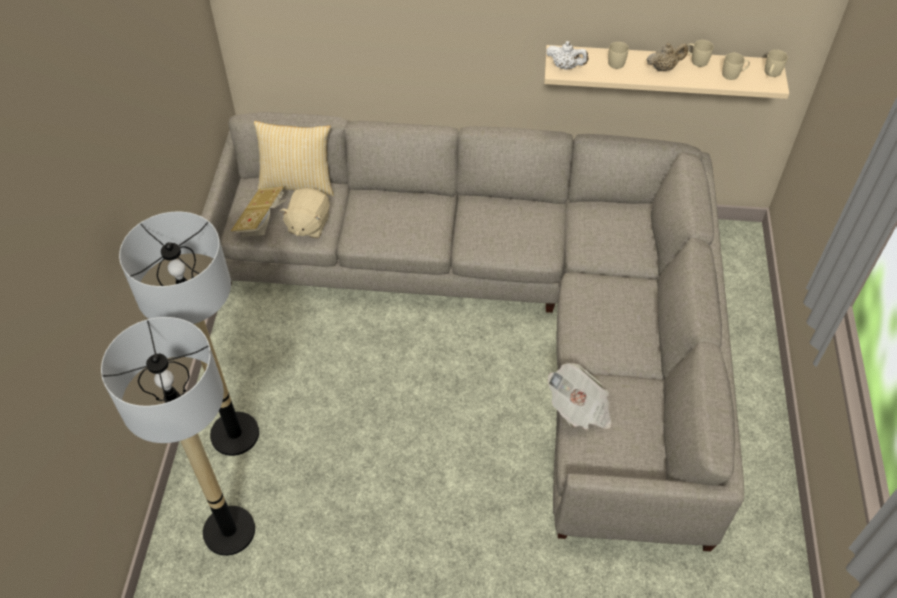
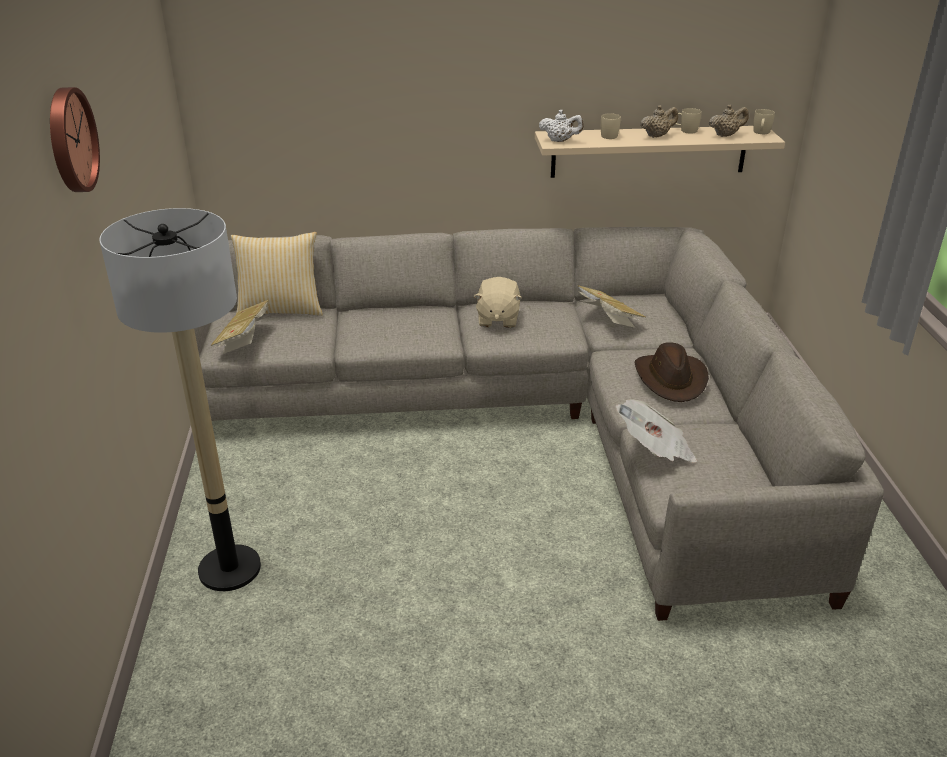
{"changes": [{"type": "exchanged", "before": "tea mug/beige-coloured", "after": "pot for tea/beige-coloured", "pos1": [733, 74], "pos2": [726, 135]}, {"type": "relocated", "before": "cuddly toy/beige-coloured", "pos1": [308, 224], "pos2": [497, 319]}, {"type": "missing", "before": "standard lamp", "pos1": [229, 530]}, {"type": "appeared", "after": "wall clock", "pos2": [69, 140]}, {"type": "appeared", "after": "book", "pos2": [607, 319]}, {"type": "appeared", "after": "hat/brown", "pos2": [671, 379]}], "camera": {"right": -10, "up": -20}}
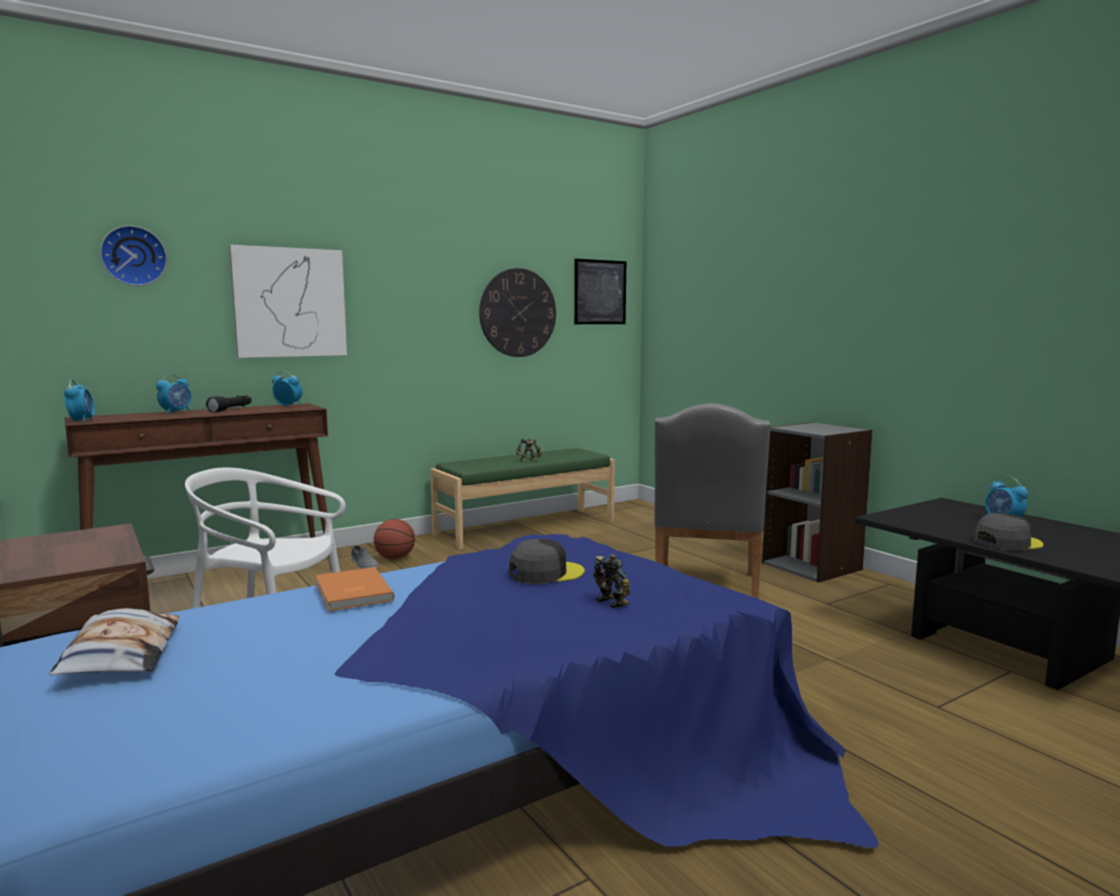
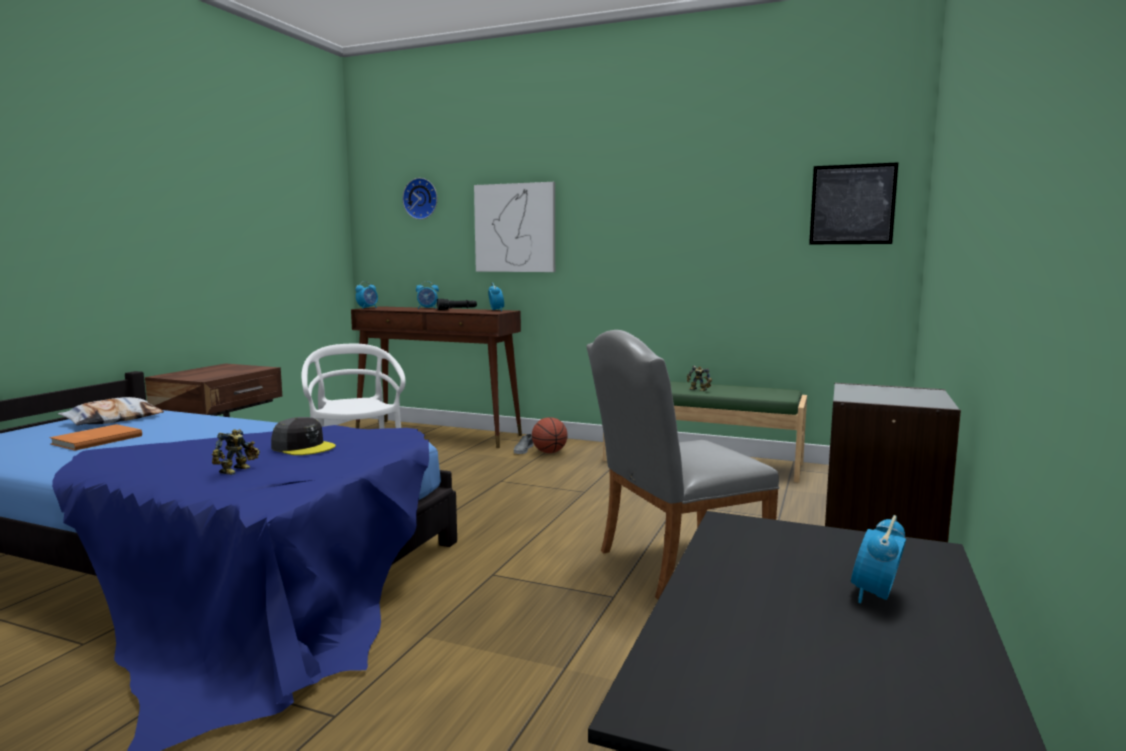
{"changes": [{"type": "missing", "before": "wall clock", "pos1": [518, 313]}, {"type": "missing", "before": "cap/grey", "pos1": [1007, 542]}, {"type": "relocated", "before": "book/orange-coloured", "pos1": [351, 592], "pos2": [95, 440]}], "camera": {"right": 55, "up": 0}}
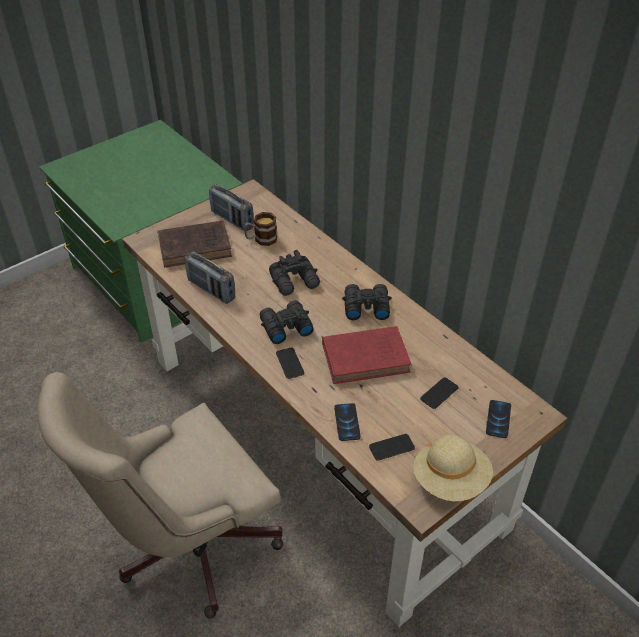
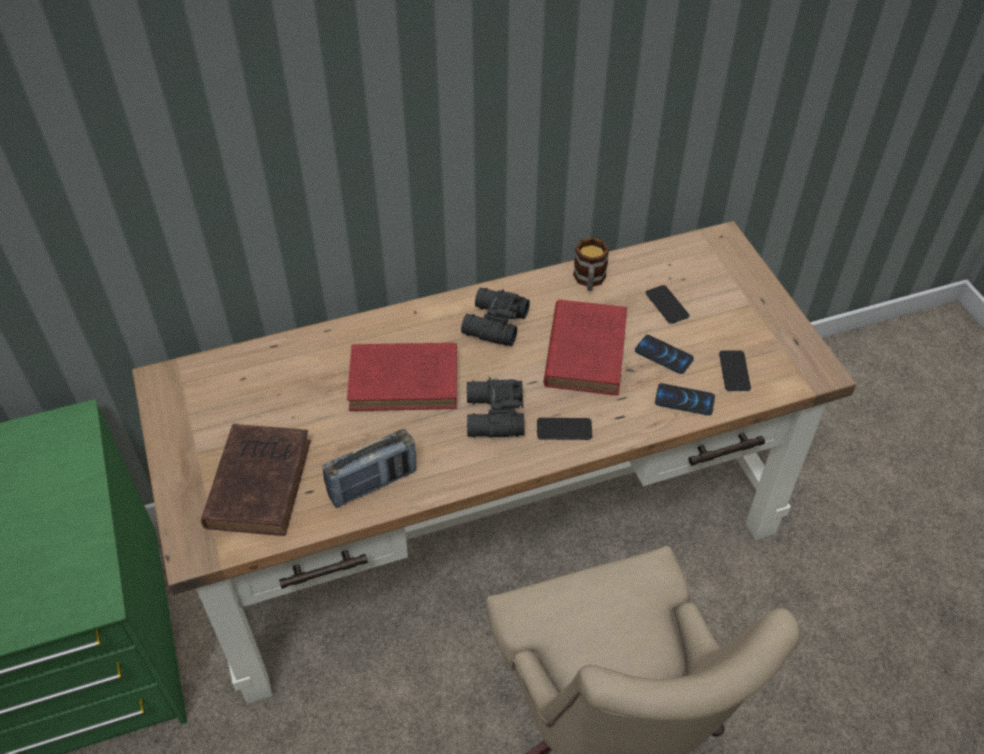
{"changes": [{"type": "missing", "before": "radio receiver", "pos1": [232, 220]}, {"type": "relocated", "before": "tea mug", "pos1": [261, 239], "pos2": [589, 281]}, {"type": "exchanged", "before": "field glasses/blackish", "after": "book/red-coloured", "pos1": [295, 281], "pos2": [407, 381]}, {"type": "relocated", "before": "telephone", "pos1": [498, 419], "pos2": [663, 355]}, {"type": "missing", "before": "hat/beige-coloured", "pos1": [450, 479]}], "camera": {"right": -70, "up": 5}}
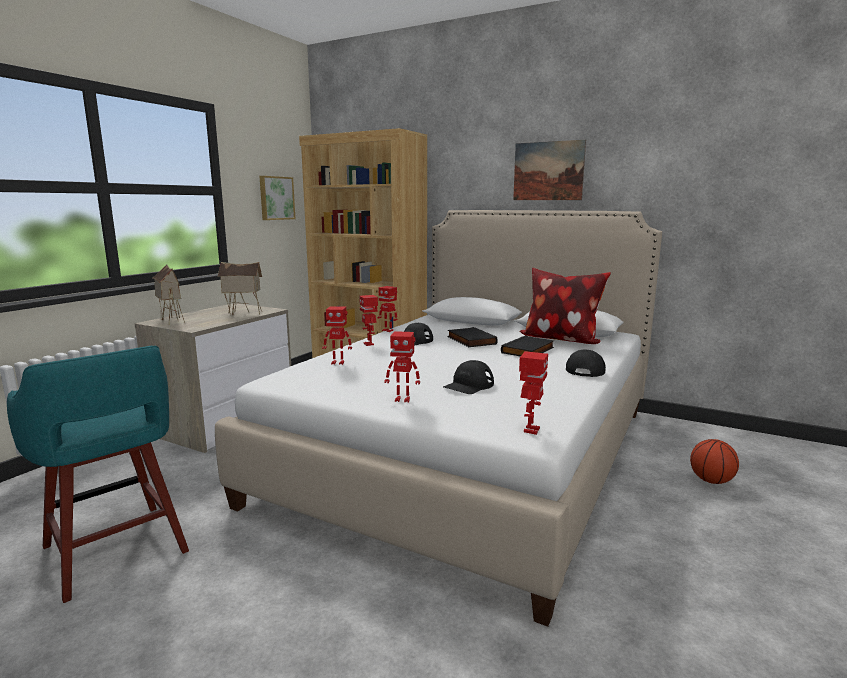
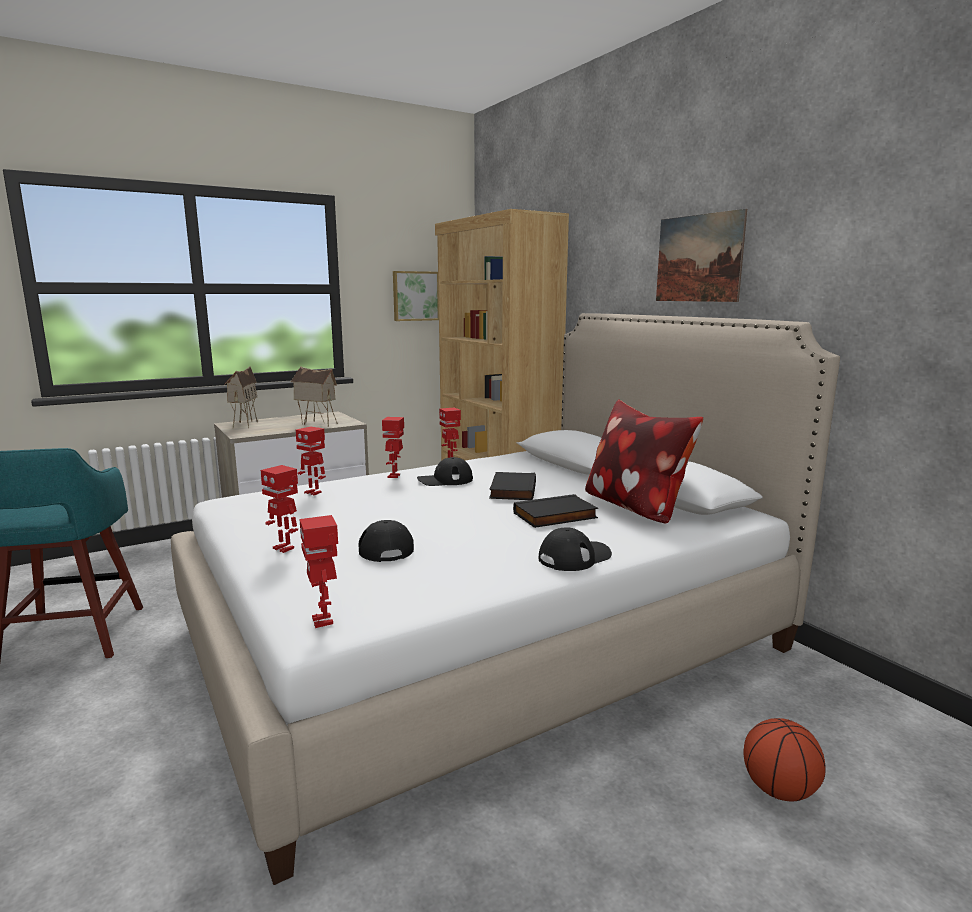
{"changes": [{"type": "spun", "before": "toy robot", "pos1": [530, 430], "pos2": [324, 621], "turn": 105}, {"type": "spun", "before": "cap/blackish", "pos1": [468, 385], "pos2": [384, 547], "turn": 90}], "camera": {"right": 30, "up": 0}}
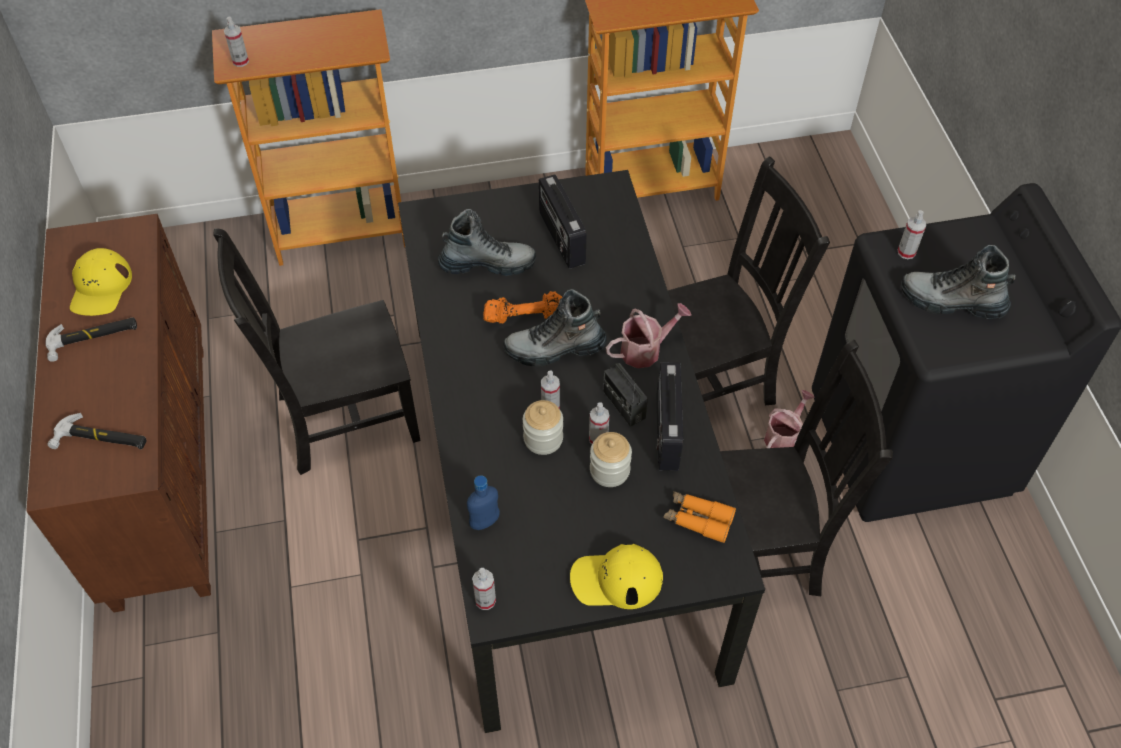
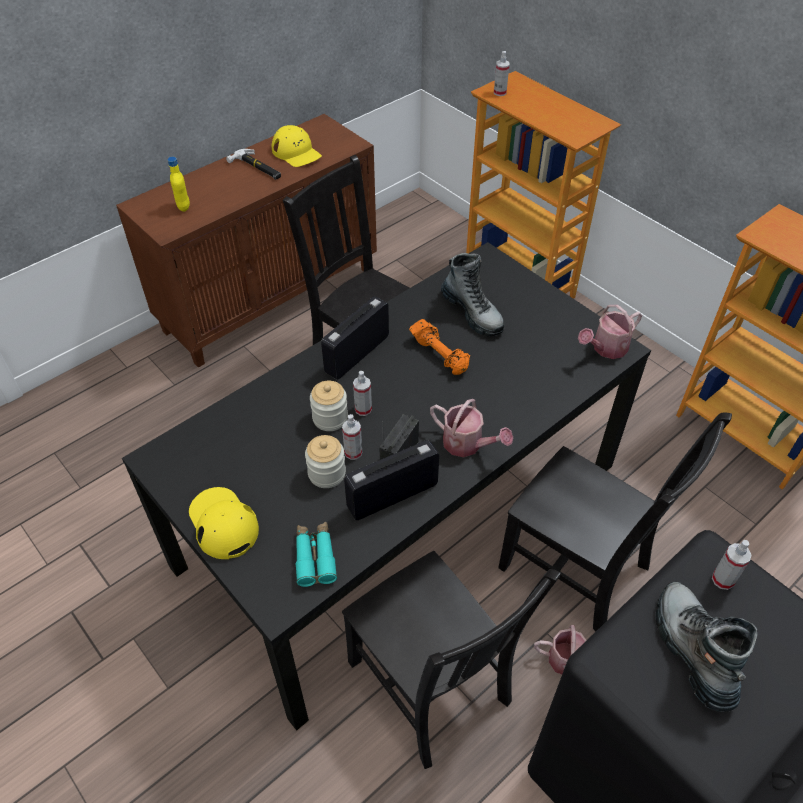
{"changes": [{"type": "relocated", "before": "radio receiver", "pos1": [561, 238], "pos2": [356, 354]}, {"type": "spun", "before": "cap/yellow", "pos1": [100, 288], "pos2": [296, 152], "turn": -105}, {"type": "missing", "before": "high-top boot", "pos1": [555, 349]}, {"type": "exchanged", "before": "tool hammer", "after": "bottle/yellow", "pos1": [101, 439], "pos2": [183, 207]}, {"type": "missing", "before": "bottle/blue-coloured", "pos1": [485, 522]}, {"type": "colour", "before": "field glasses/orange-coloured", "after": "field glasses/blue-green", "pos1": [698, 519], "pos2": [315, 557]}, {"type": "missing", "before": "sprayer", "pos1": [485, 600]}, {"type": "appeared", "after": "sprinkling can", "pos2": [606, 348]}], "camera": {"right": 60, "up": -5}}
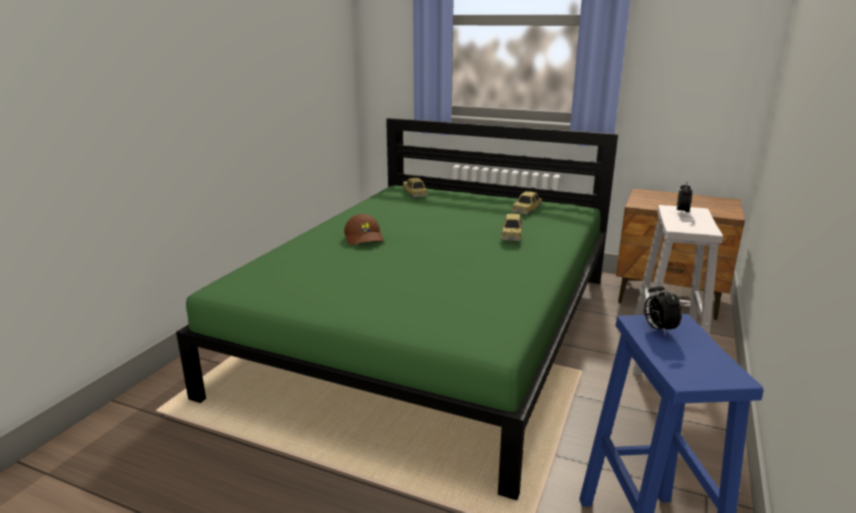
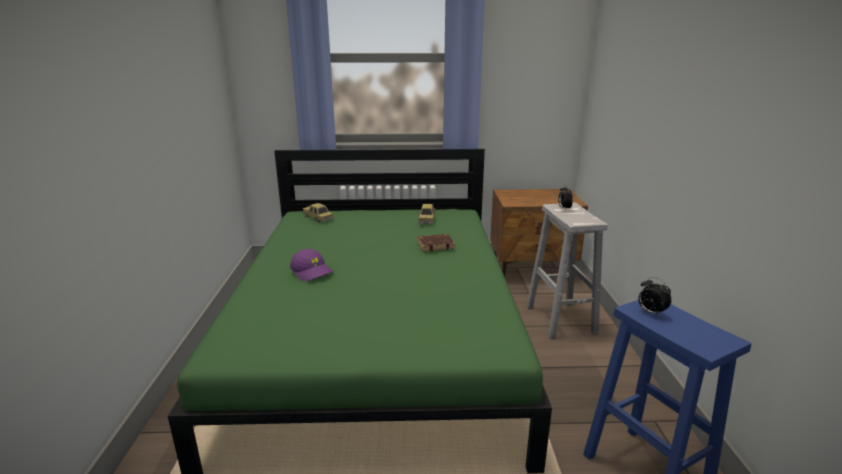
{"changes": [{"type": "colour", "before": "cap/brown", "after": "cap/purple", "pos1": [364, 238], "pos2": [312, 271]}, {"type": "exchanged", "before": "toy car", "after": "book/brown", "pos1": [512, 235], "pos2": [435, 245]}], "camera": {"right": -25, "up": 0}}
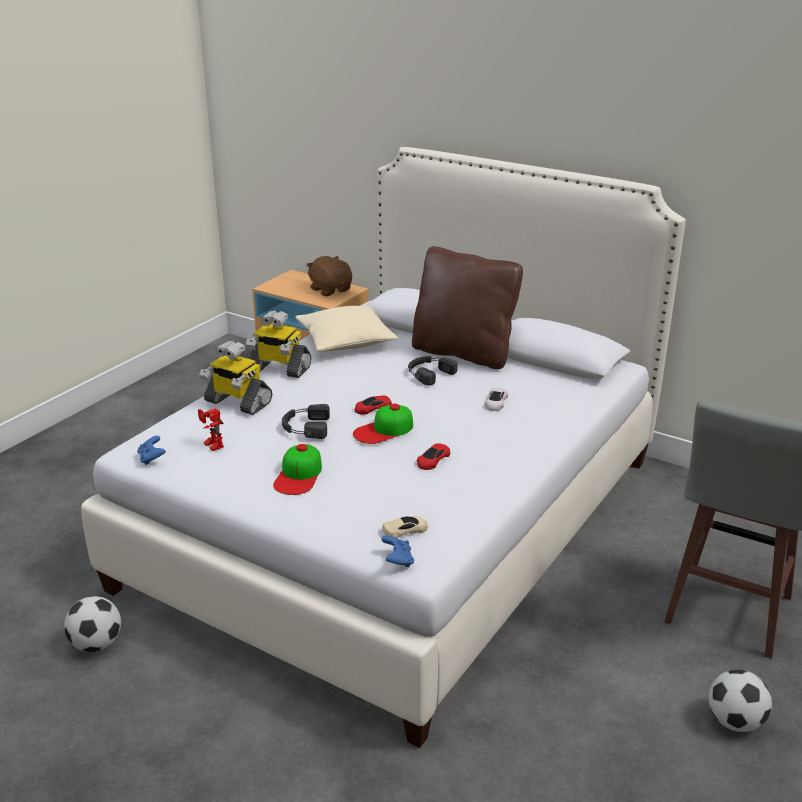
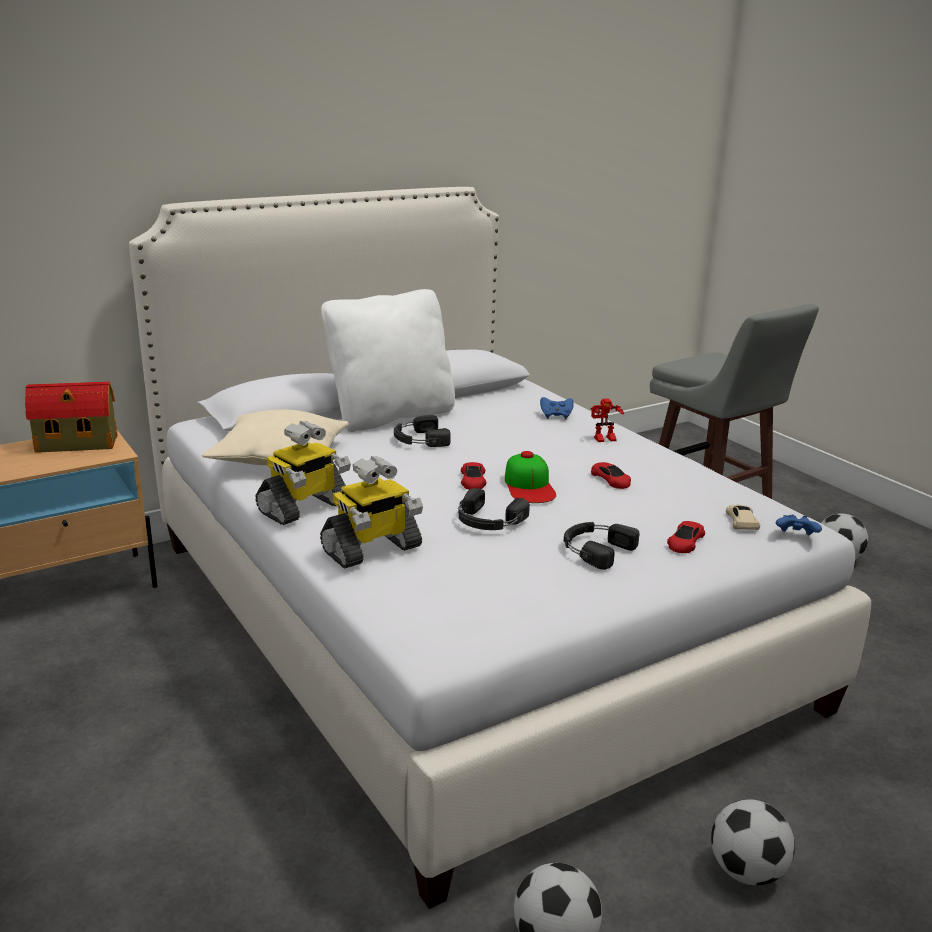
{"changes": [{"type": "colour", "before": "pillow/brown", "after": "pillow/whitish", "pos1": [463, 353], "pos2": [391, 415]}, {"type": "exchanged", "before": "cuddly toy/brown", "after": "miniature house", "pos1": [330, 290], "pos2": [78, 444]}, {"type": "missing", "before": "toy car/whitish", "pos1": [496, 402]}, {"type": "relocated", "before": "toy robot", "pos1": [210, 445], "pos2": [604, 440]}, {"type": "relocated", "before": "game controller/blue-coloured", "pos1": [152, 458], "pos2": [556, 416]}, {"type": "exchanged", "before": "cap", "after": "headphones/blackish", "pos1": [299, 475], "pos2": [595, 549]}, {"type": "appeared", "after": "toy car/red-coloured", "pos2": [685, 541]}, {"type": "appeared", "after": "ball for football", "pos2": [746, 871]}], "camera": {"right": -65, "up": -5}}
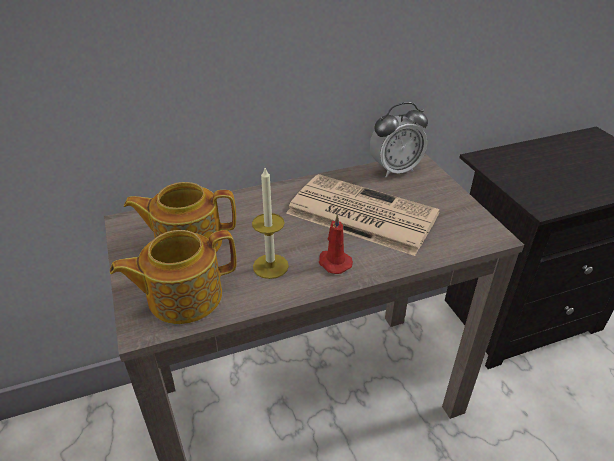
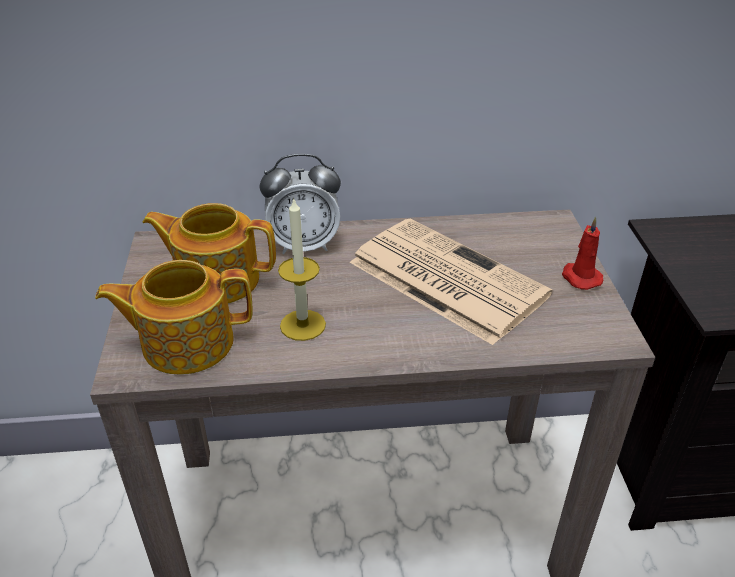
{"changes": [{"type": "relocated", "before": "alarm clock", "pos1": [395, 170], "pos2": [304, 245]}, {"type": "relocated", "before": "wax light/red-coloured", "pos1": [333, 262], "pos2": [580, 277]}], "camera": {"right": 15, "up": 0}}
